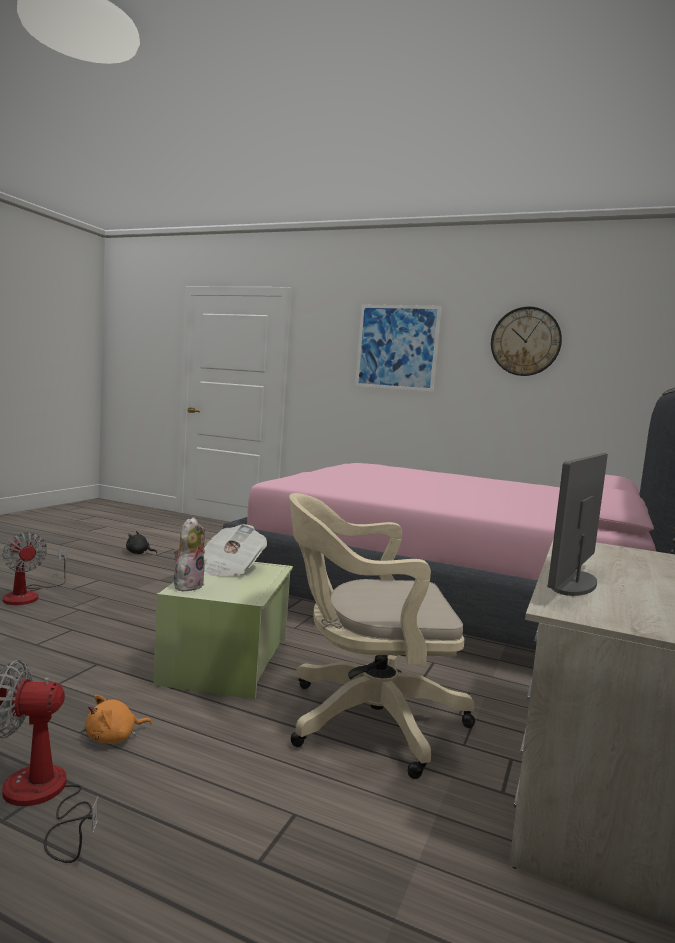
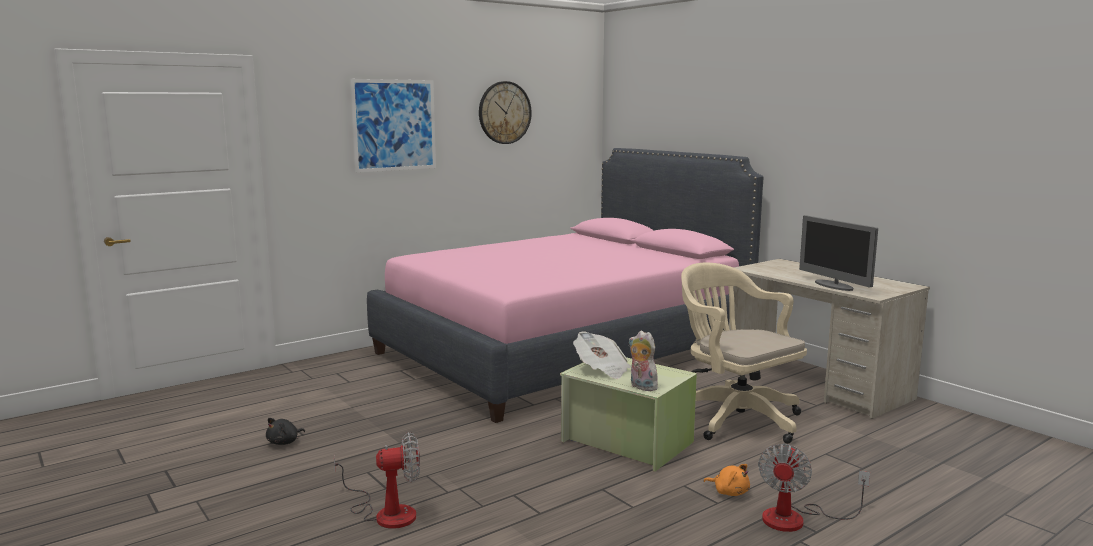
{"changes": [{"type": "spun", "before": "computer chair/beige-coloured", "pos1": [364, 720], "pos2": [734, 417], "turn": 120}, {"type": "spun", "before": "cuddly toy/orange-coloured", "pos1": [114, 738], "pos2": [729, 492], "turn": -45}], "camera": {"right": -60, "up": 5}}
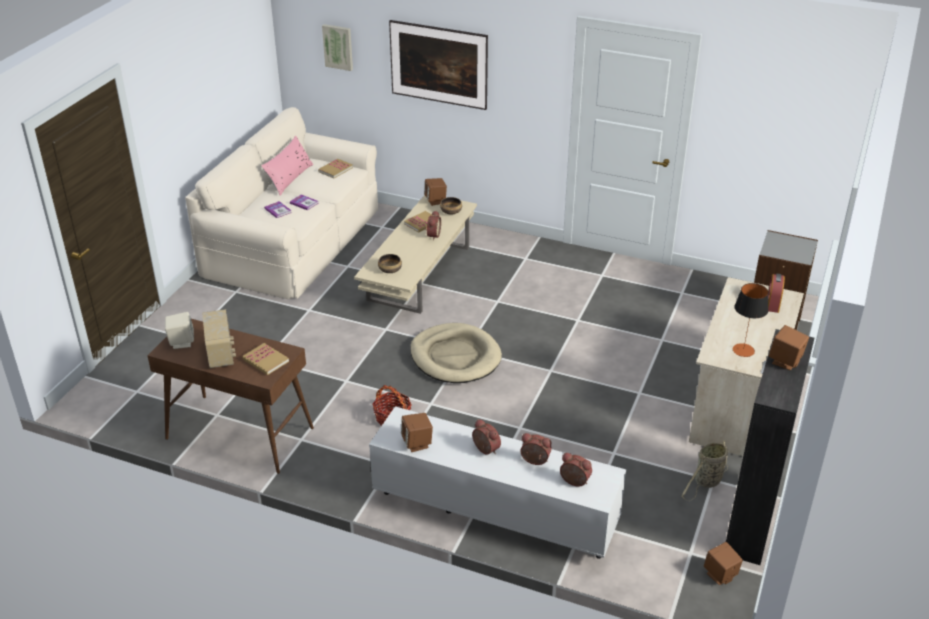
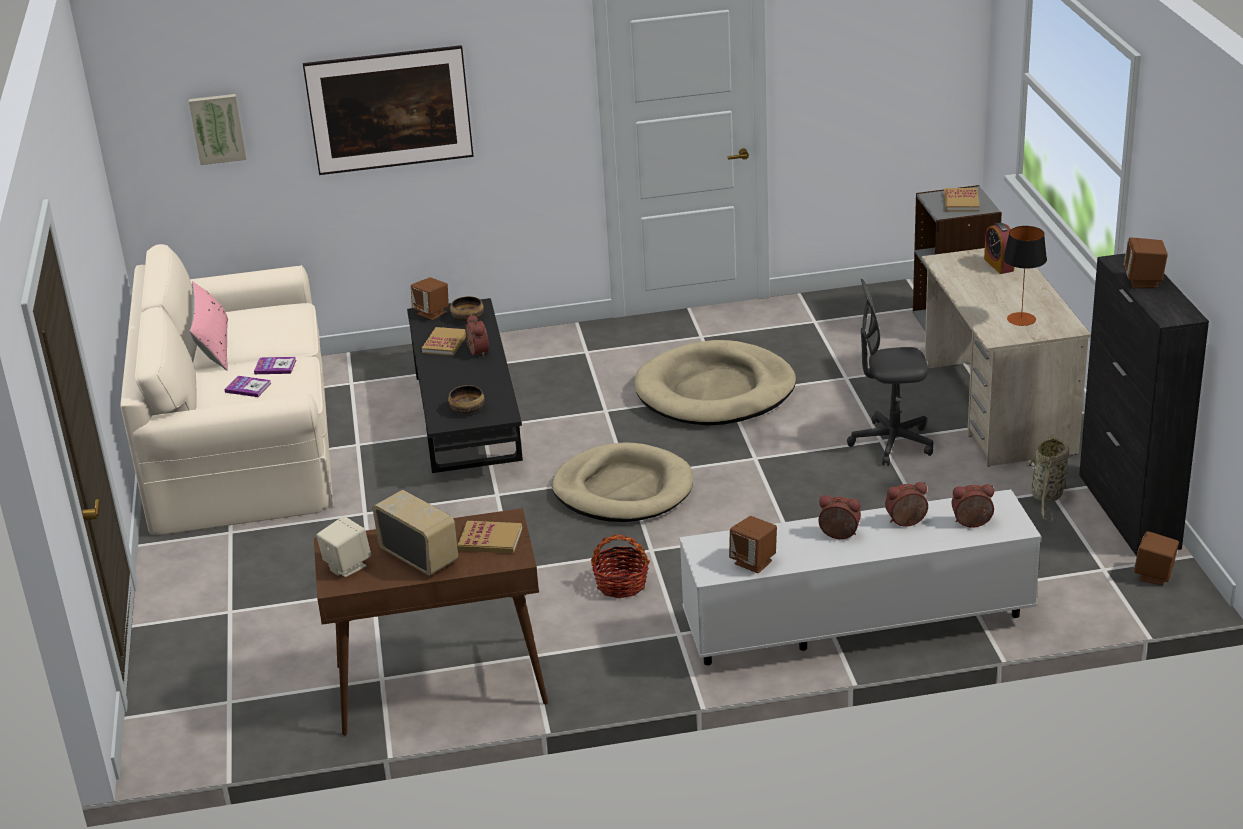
{"changes": [{"type": "relocated", "before": "book", "pos1": [335, 170], "pos2": [961, 202]}, {"type": "colour", "before": "coffee table/beige-coloured", "after": "coffee table/blackish", "pos1": [419, 273], "pos2": [467, 416]}, {"type": "appeared", "after": "computer chair/grey", "pos2": [891, 443]}, {"type": "appeared", "after": "dog bed/beige-coloured", "pos2": [715, 391]}], "camera": {"right": -30, "up": -5}}
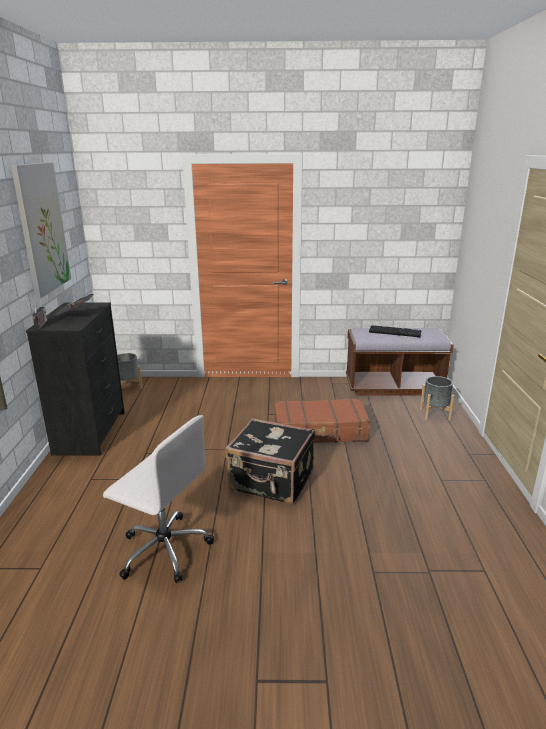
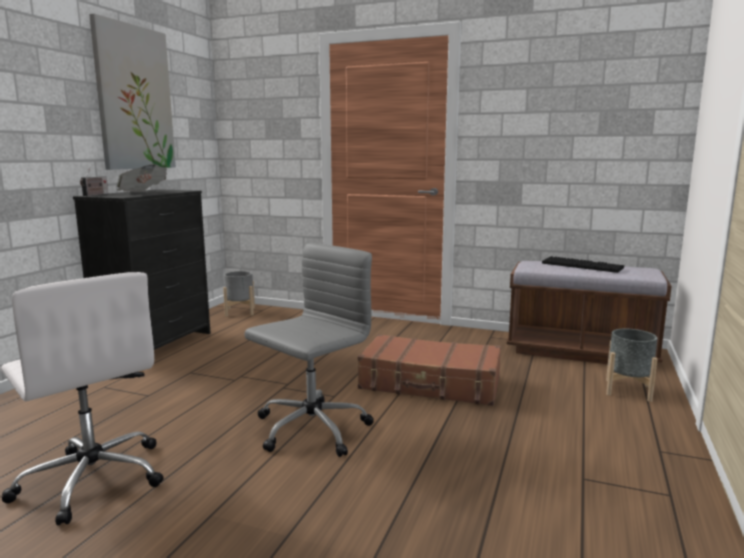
{"changes": [{"type": "exchanged", "before": "suitcase/blackish", "after": "computer chair/grey", "pos1": [271, 482], "pos2": [310, 429]}], "camera": {"right": 20, "up": -10}}
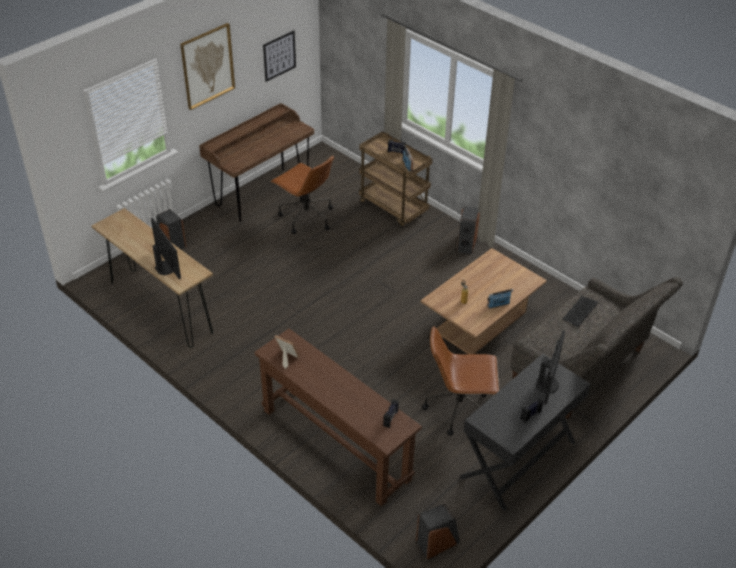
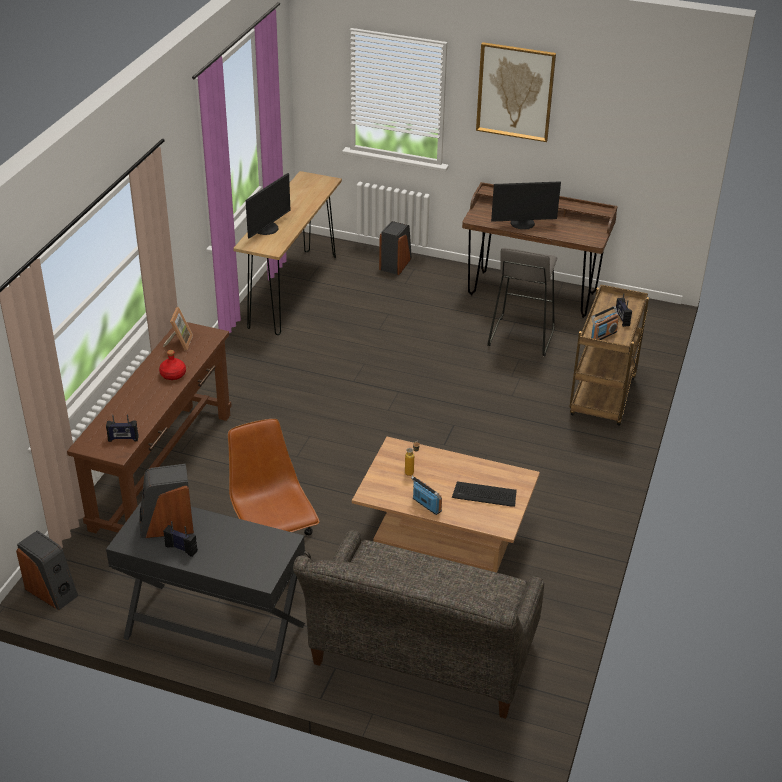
{"changes": [{"type": "missing", "before": "wall art", "pos1": [279, 56]}, {"type": "exchanged", "before": "computer chair/brown", "after": "sitting stool/grey", "pos1": [306, 217], "pos2": [521, 336]}, {"type": "relocated", "before": "speaker", "pos1": [466, 243], "pos2": [167, 525]}, {"type": "relocated", "before": "keyboard", "pos1": [580, 311], "pos2": [484, 495]}, {"type": "relocated", "before": "monitor", "pos1": [548, 384], "pos2": [523, 224]}, {"type": "appeared", "after": "bottle/red-coloured", "pos2": [173, 375]}], "camera": {"right": 65, "up": -5}}
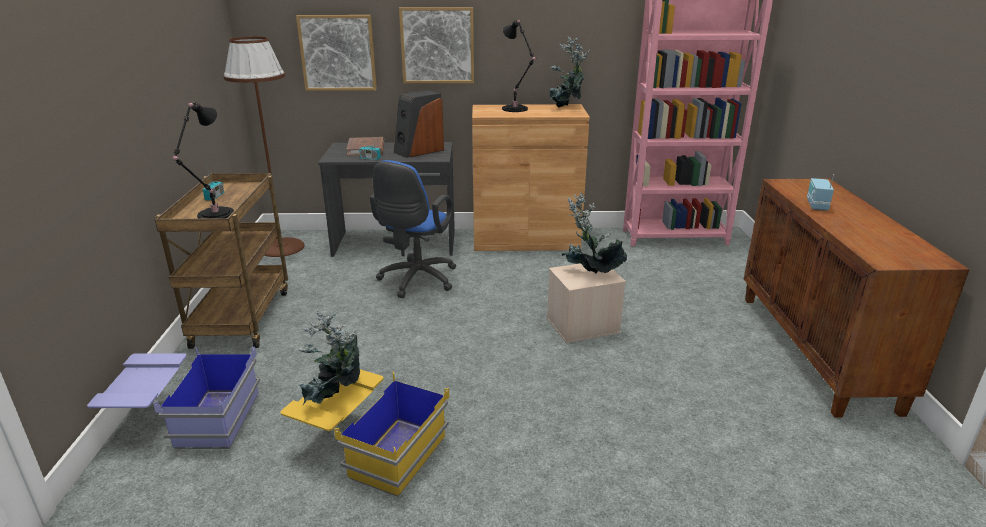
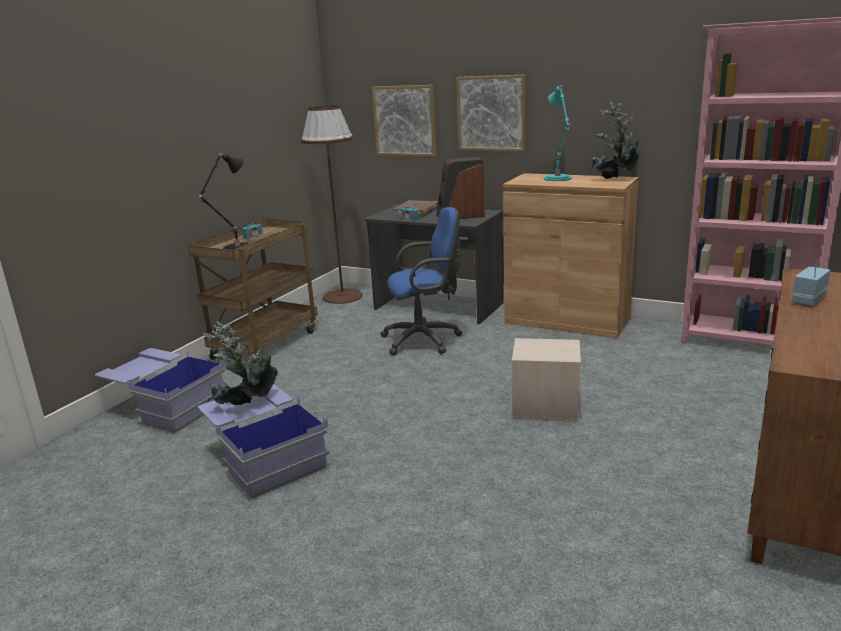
{"changes": [{"type": "colour", "before": "lamp for a table/blackish", "after": "lamp for a table/blue-green", "pos1": [516, 109], "pos2": [558, 179]}, {"type": "spun", "before": "computer chair/blue-coloured", "pos1": [416, 281], "pos2": [425, 340], "turn": -150}, {"type": "missing", "before": "potted plant", "pos1": [589, 275]}, {"type": "colour", "before": "storage box/yellow", "after": "storage box/blue-coloured", "pos1": [369, 447], "pos2": [265, 458]}], "camera": {"right": 30, "up": -5}}
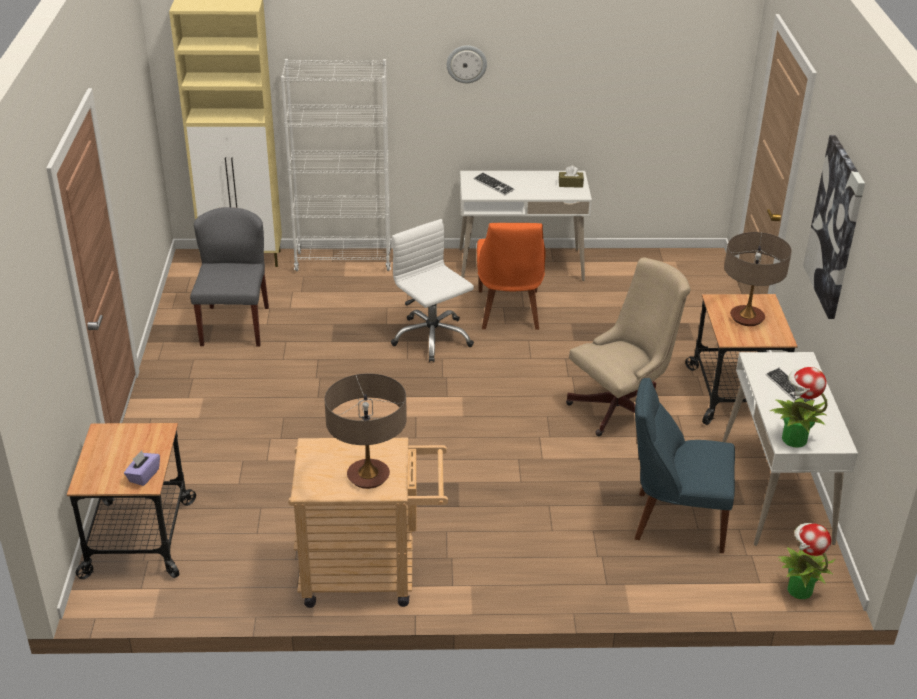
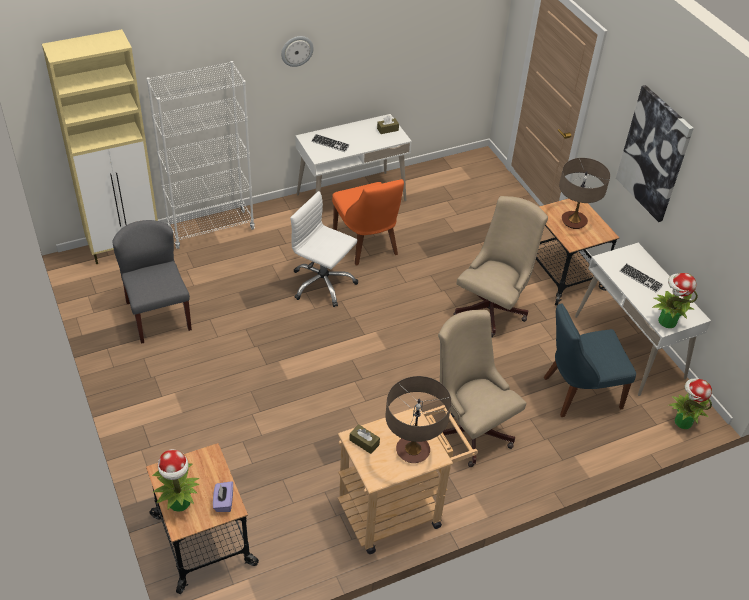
{"changes": [{"type": "appeared", "after": "computer chair/beige-coloured", "pos2": [469, 428]}, {"type": "appeared", "after": "tissue holder/brown", "pos2": [364, 442]}, {"type": "appeared", "after": "potted plant", "pos2": [180, 502]}], "camera": {"right": -25, "up": 10}}
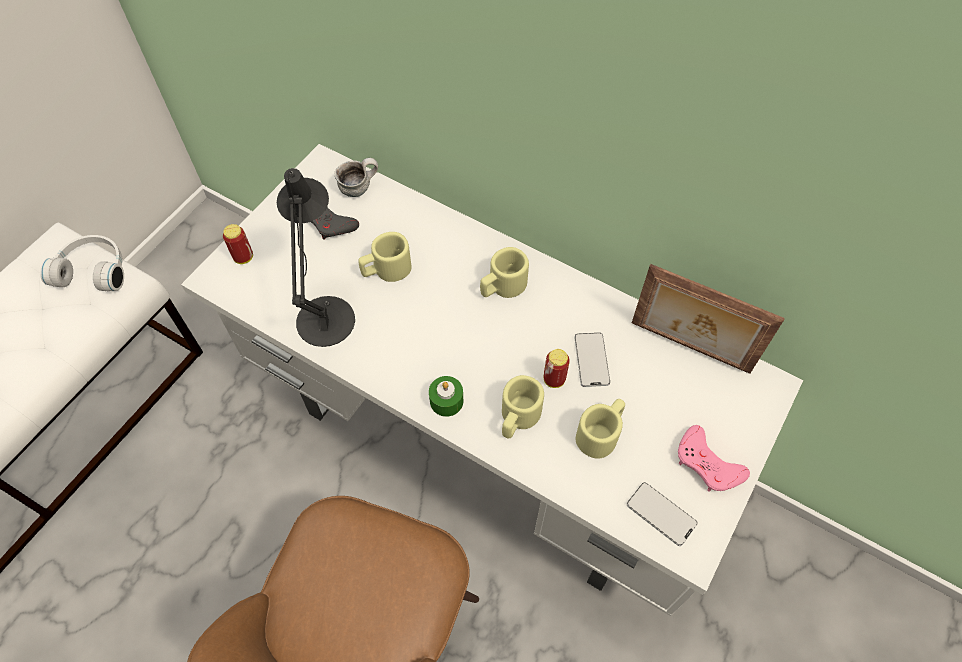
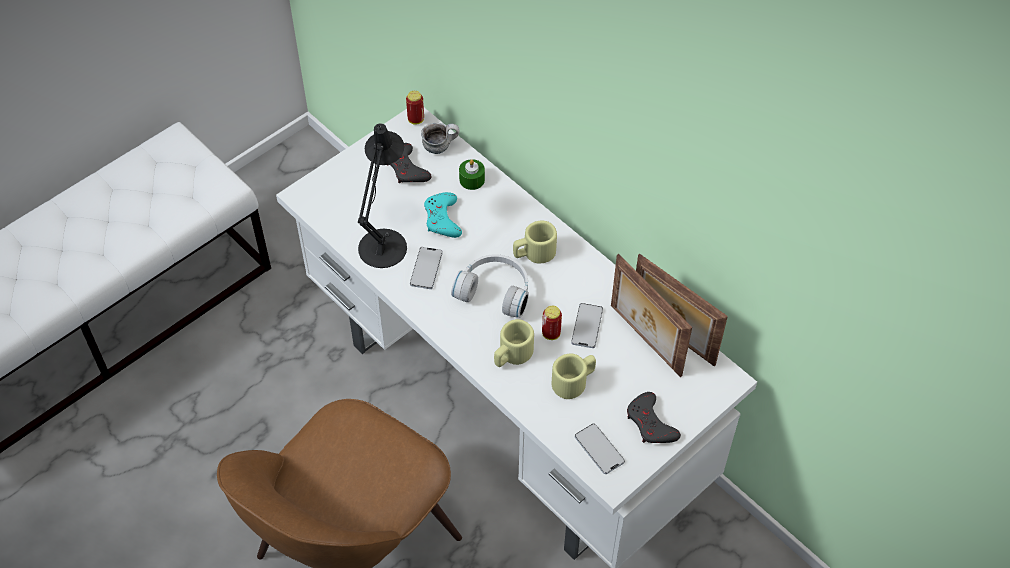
{"changes": [{"type": "relocated", "before": "metal can", "pos1": [243, 257], "pos2": [416, 120]}, {"type": "exchanged", "before": "tea mug/beige-coloured", "after": "game controller/blue-green", "pos1": [386, 270], "pos2": [442, 219]}, {"type": "relocated", "before": "headphones/whitish", "pos1": [94, 270], "pos2": [495, 290]}, {"type": "relocated", "before": "wax light/greenish", "pos1": [446, 401], "pos2": [472, 180]}, {"type": "colour", "before": "game controller/pink", "after": "game controller/grey", "pos1": [707, 464], "pos2": [650, 423]}, {"type": "appeared", "after": "telephone", "pos2": [426, 268]}, {"type": "appeared", "after": "photo frame", "pos2": [644, 341]}], "camera": {"right": 15, "up": -5}}
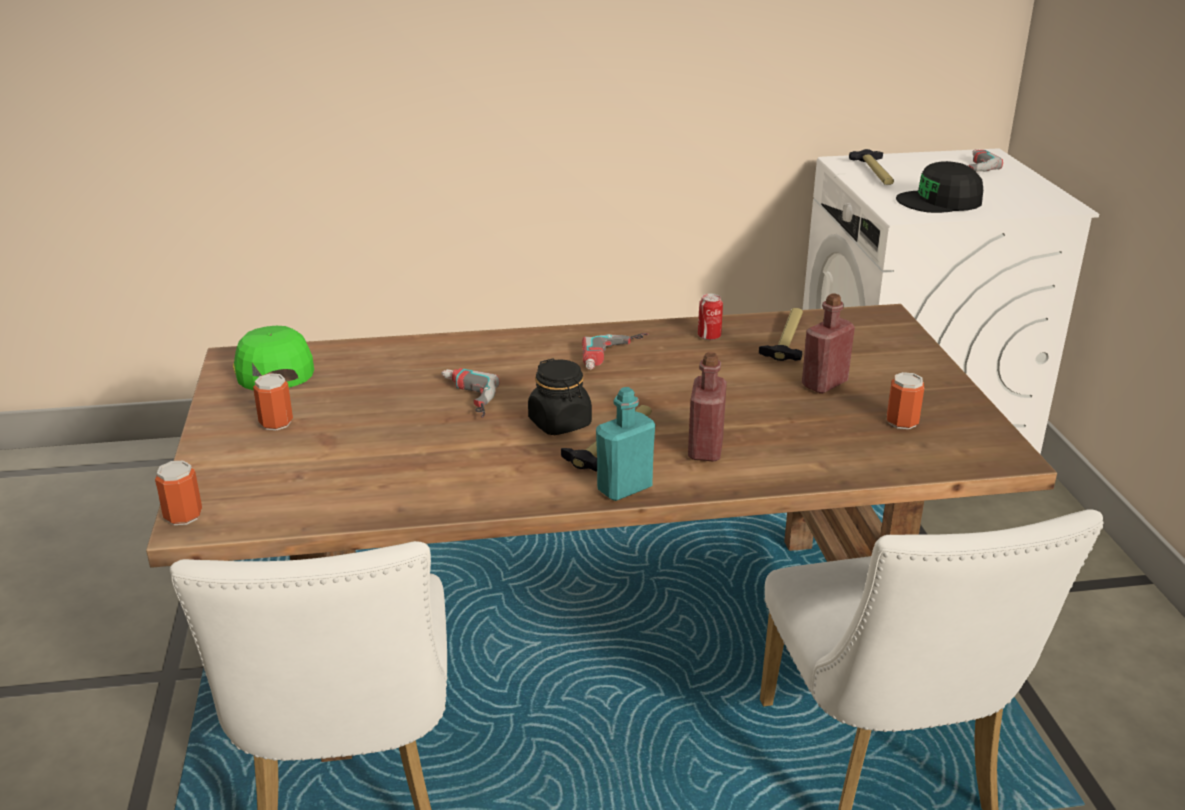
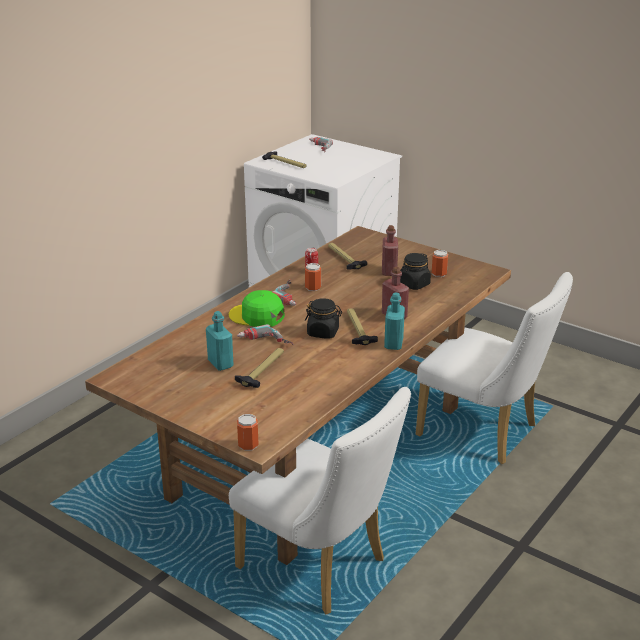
{"changes": [{"type": "missing", "before": "cap/blackish", "pos1": [940, 201]}, {"type": "relocated", "before": "cap/greenish", "pos1": [272, 369], "pos2": [257, 316]}, {"type": "relocated", "before": "metal can", "pos1": [276, 423], "pos2": [313, 288]}, {"type": "appeared", "after": "storage jar/blackish", "pos2": [414, 284]}, {"type": "appeared", "after": "bottle/blue-green", "pos2": [220, 363]}, {"type": "appeared", "after": "tool hammer", "pos2": [262, 370]}], "camera": {"right": -45, "up": 0}}
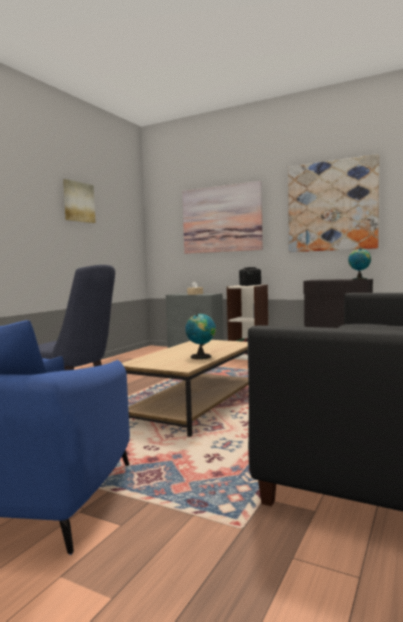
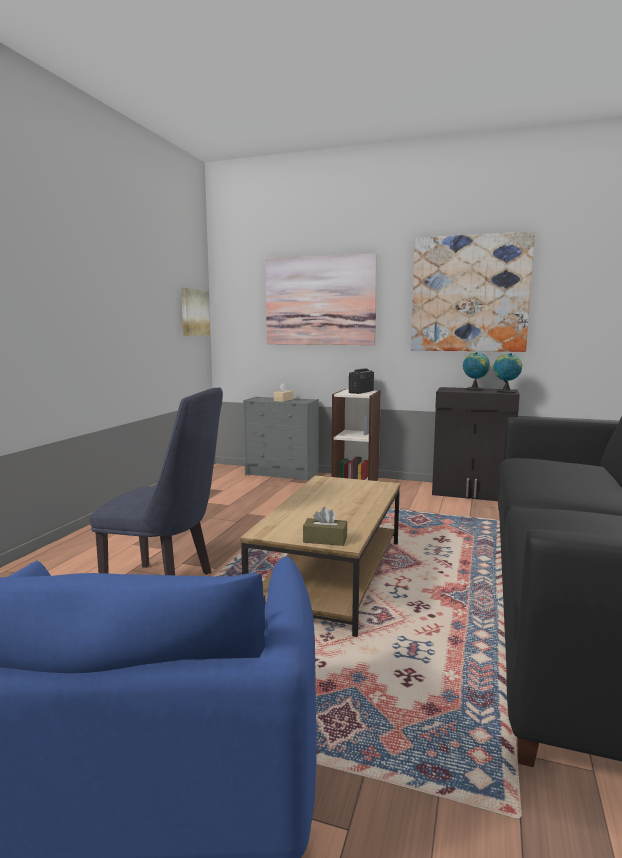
{"changes": [{"type": "relocated", "before": "wall art", "pos1": [78, 202], "pos2": [194, 312]}, {"type": "relocated", "before": "desk globe", "pos1": [201, 356], "pos2": [474, 389]}, {"type": "appeared", "after": "tissue holder/brown", "pos2": [325, 540]}], "camera": {"right": -10, "up": 5}}
